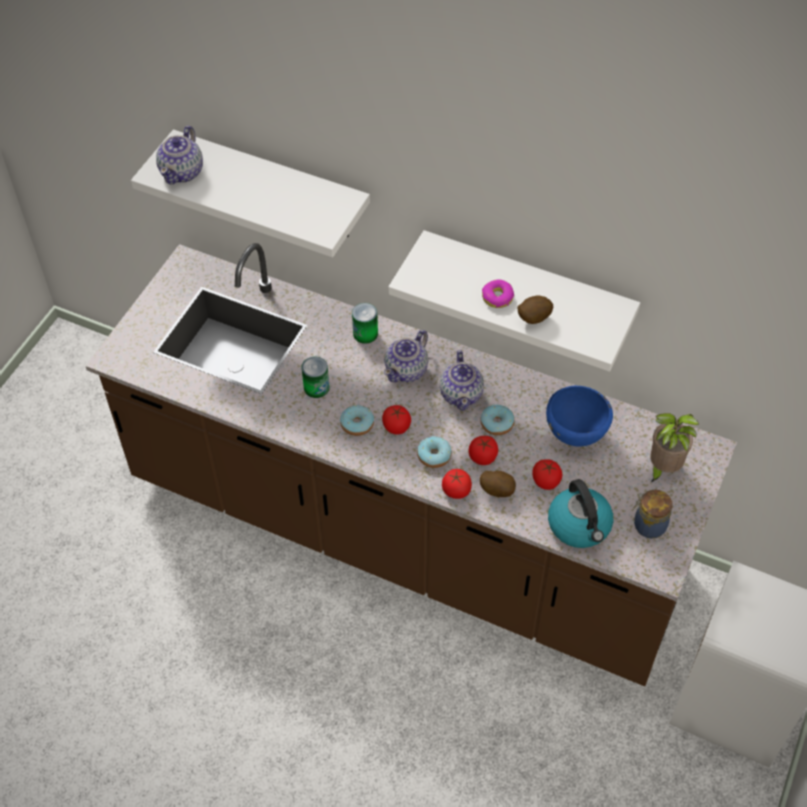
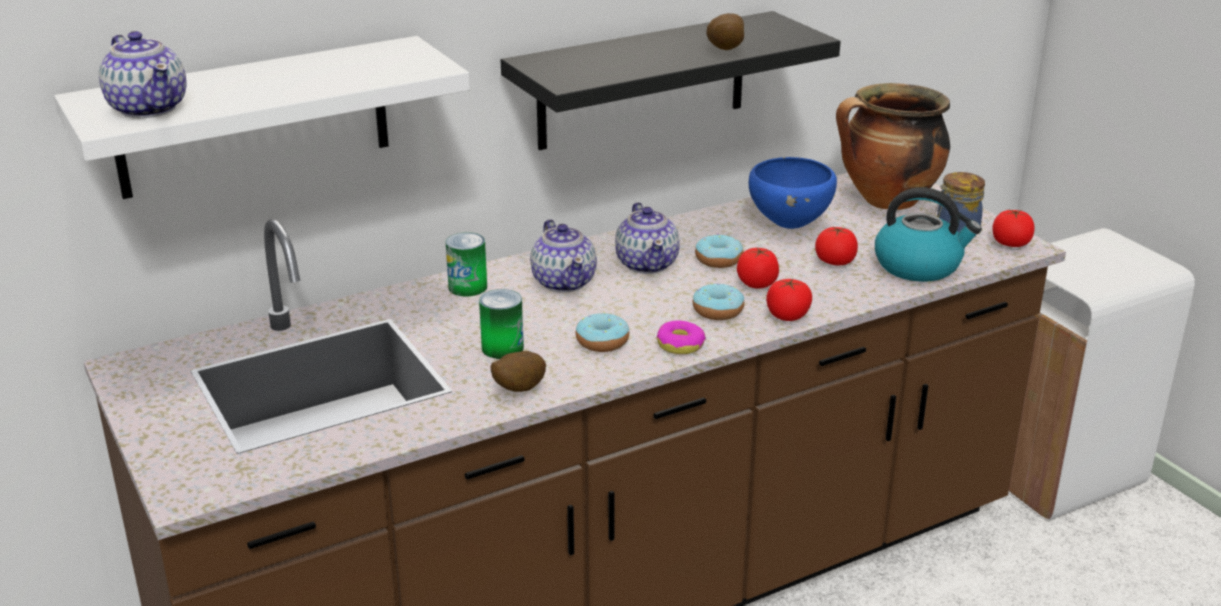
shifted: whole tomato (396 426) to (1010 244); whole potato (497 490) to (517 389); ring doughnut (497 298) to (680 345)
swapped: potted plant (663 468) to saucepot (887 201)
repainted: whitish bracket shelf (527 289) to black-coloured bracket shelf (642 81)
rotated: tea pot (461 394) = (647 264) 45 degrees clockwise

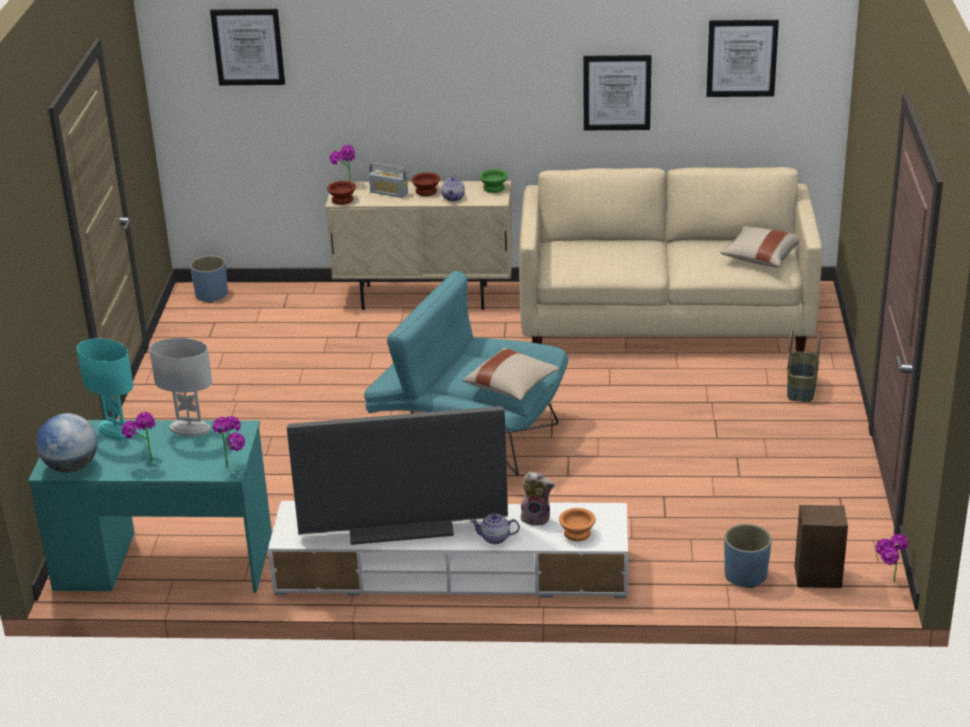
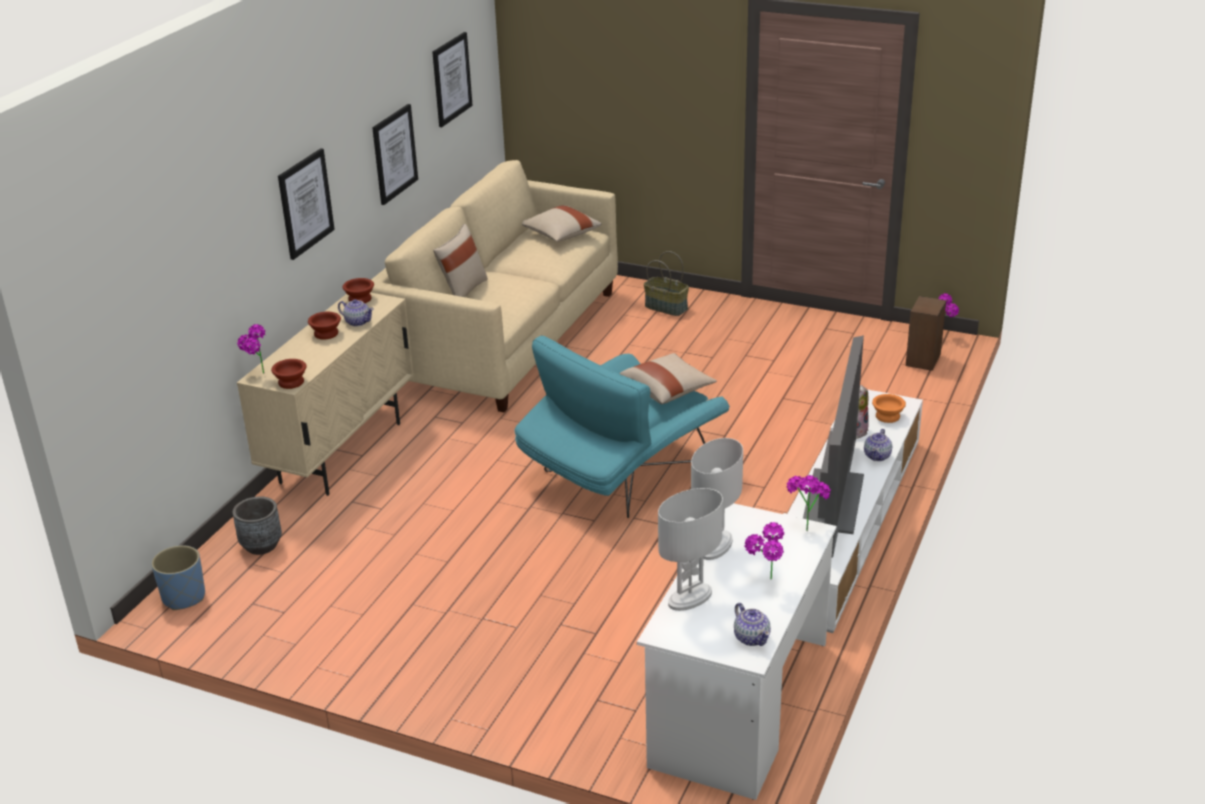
gone: radio (389 193); blue planter (745 575)
new: greyish planter (261 545); beige throw pillow (462 291)
shifted: wall art (248 46) to (305 203)
swapped: world globe (71 467) to tea pot (751 637)
repainted: turquoise desk unit (164 562) to whitish desk unit (739 704); turquoise tabletop lamp (116 431) to whitish tabletop lamp (690 598); green serving bowl (493 188) to brown-coloured serving bowl (360 299)

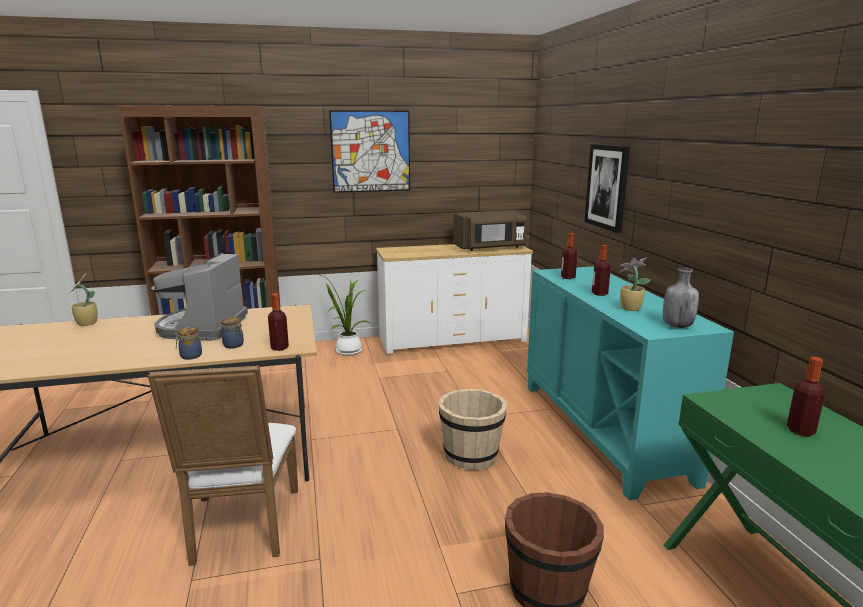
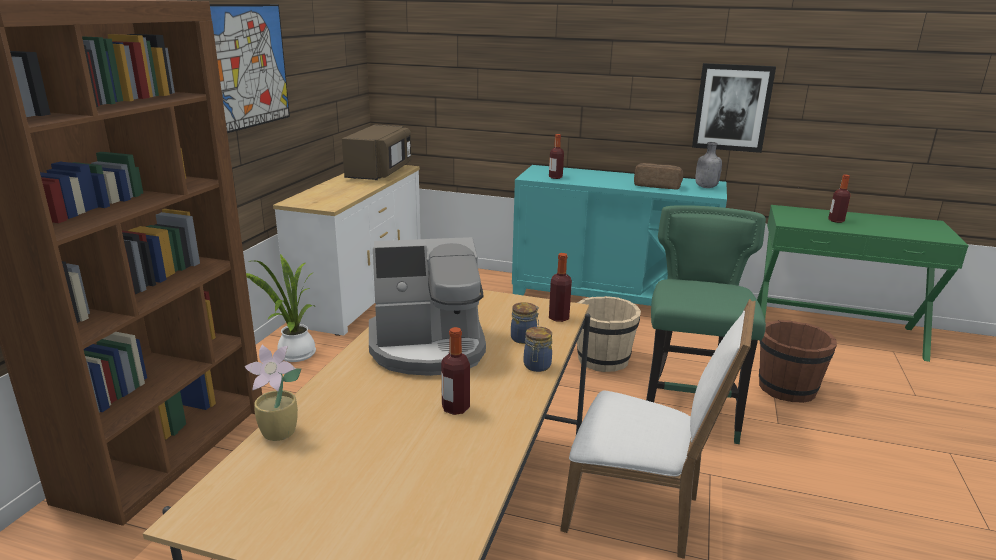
new: green sitting stool (688 412)
shifted: wall art (607 187) to (732 107); bottle (599 294) to (455 408)
swapped: potted plant (629 308) to bakery bread (657 185)
rotated: coffee maker (202 327) = (428 348) 45 degrees counterclockwise

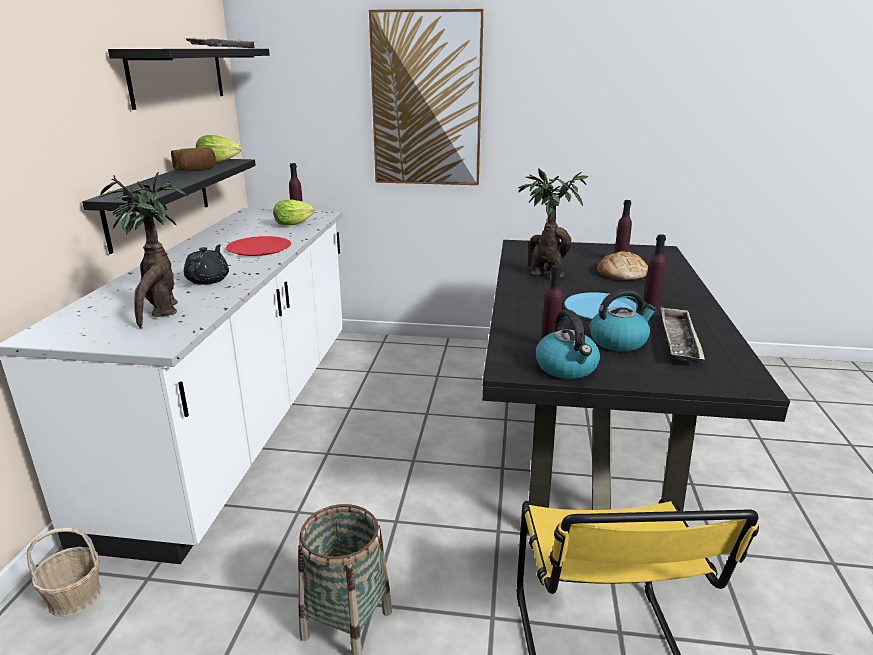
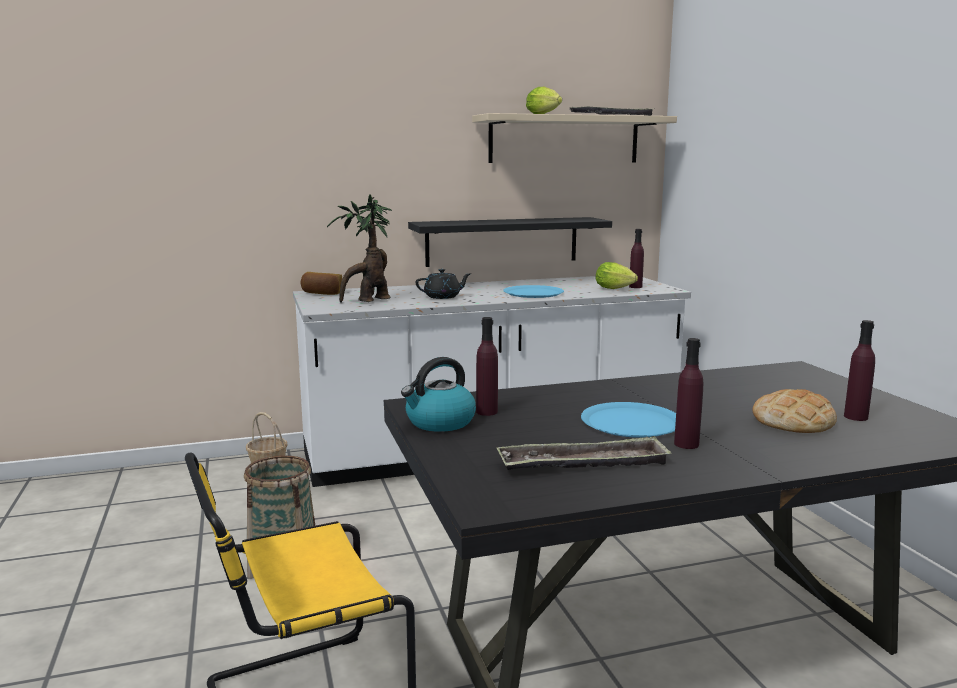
gone: wall art (426 100); potted plant (544 274); water kettle (618 341)
shifted: bakery bread (196 170) to (322 293); lettuce head (220 162) to (545 114)
repainted: black-coloured bracket shelf (178 75) to beige bracket shelf (564 139); red-coloured dinner plate (259 247) to blue dinner plate (533 293)

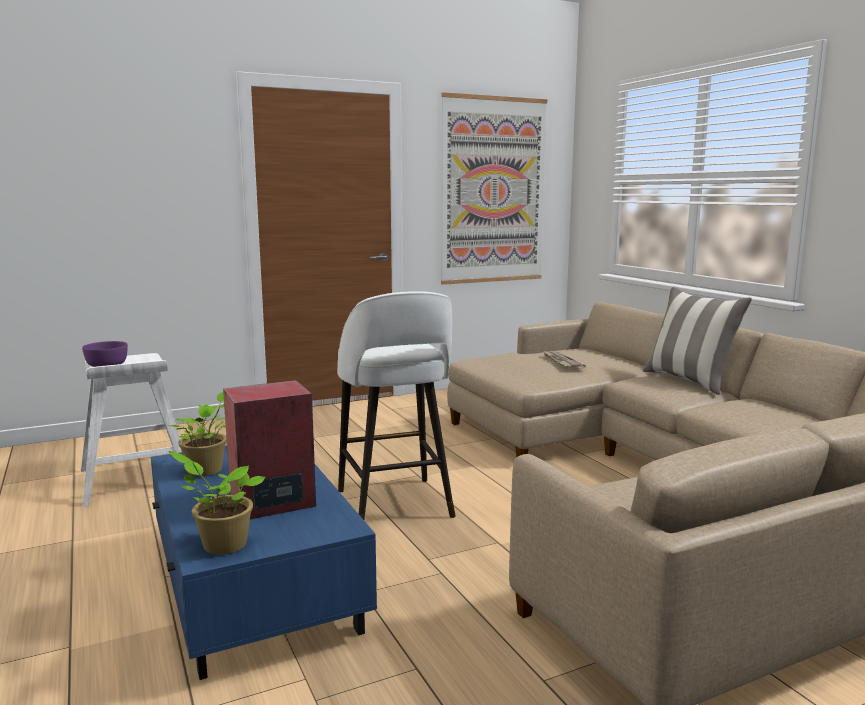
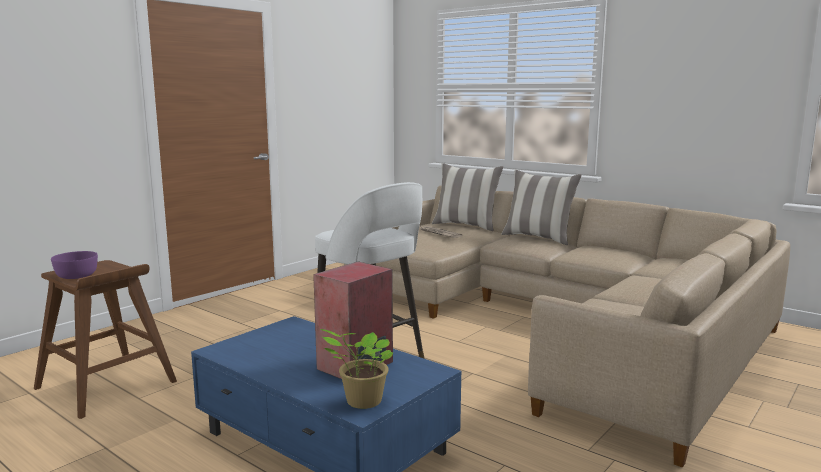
gone: potted plant (208 471); wall art (493 191)
new: throw pillow (466 226)
repainted: whitish sitting stool (136 479) to brown-coloured sitting stool (106 385)

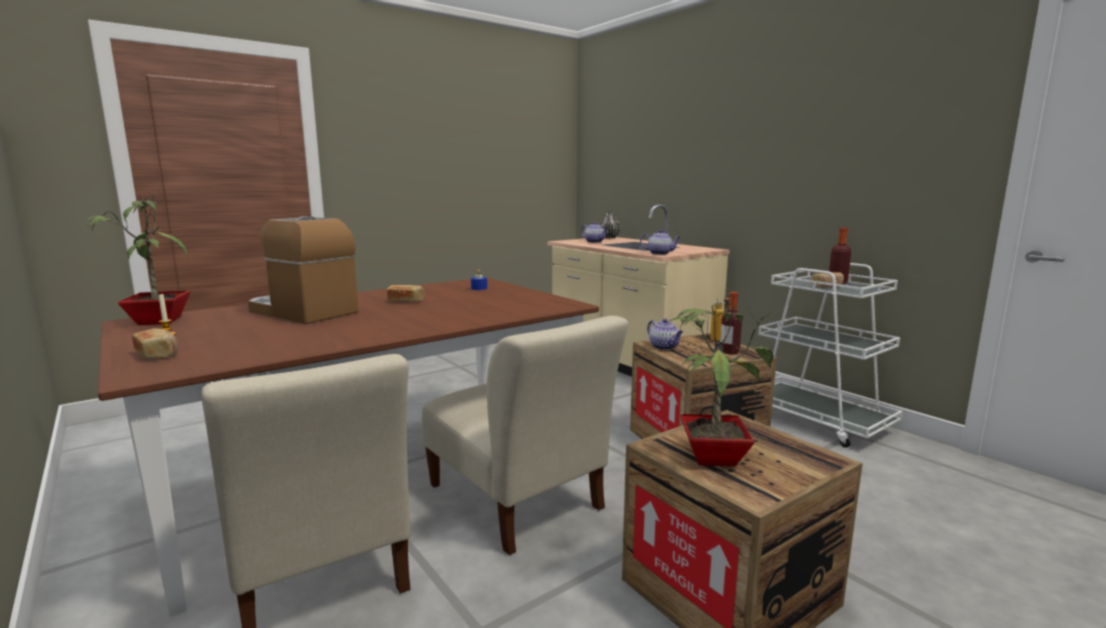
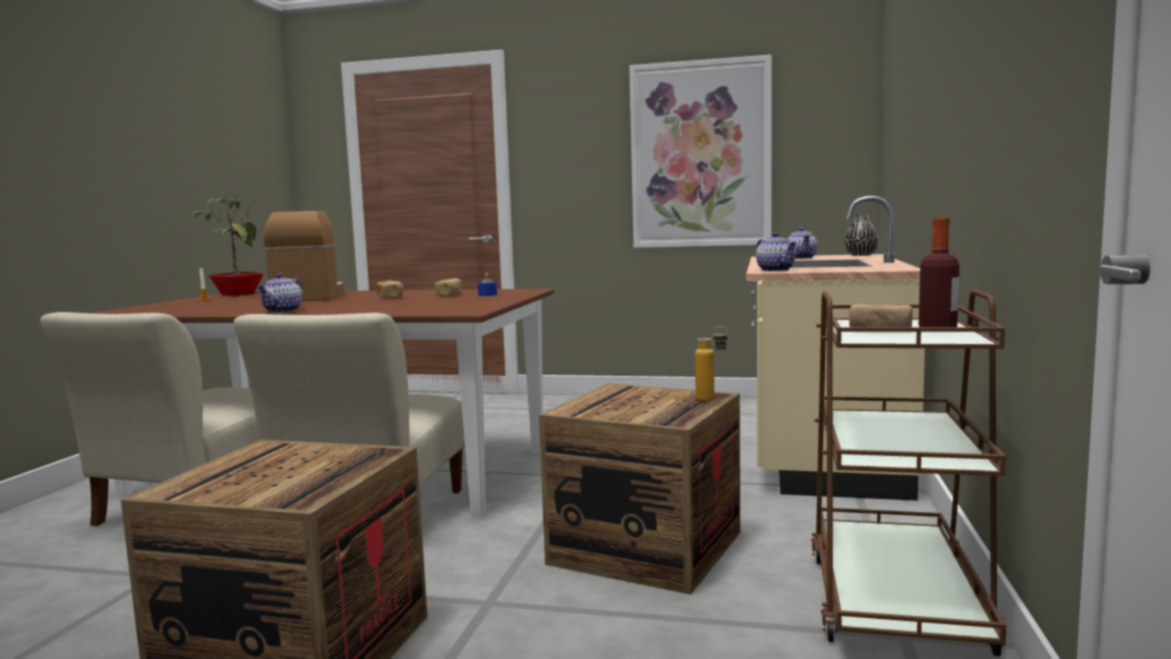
gone: potted plant (712 456); bottle (729 352)
new: wall art (700 155)
shifted: bakery bread (158 354) to (450 295); tea pot (664 347) to (282 311)
repainted: whitish wheeled cart (817 421) to brown-coloured wheeled cart (895 600)

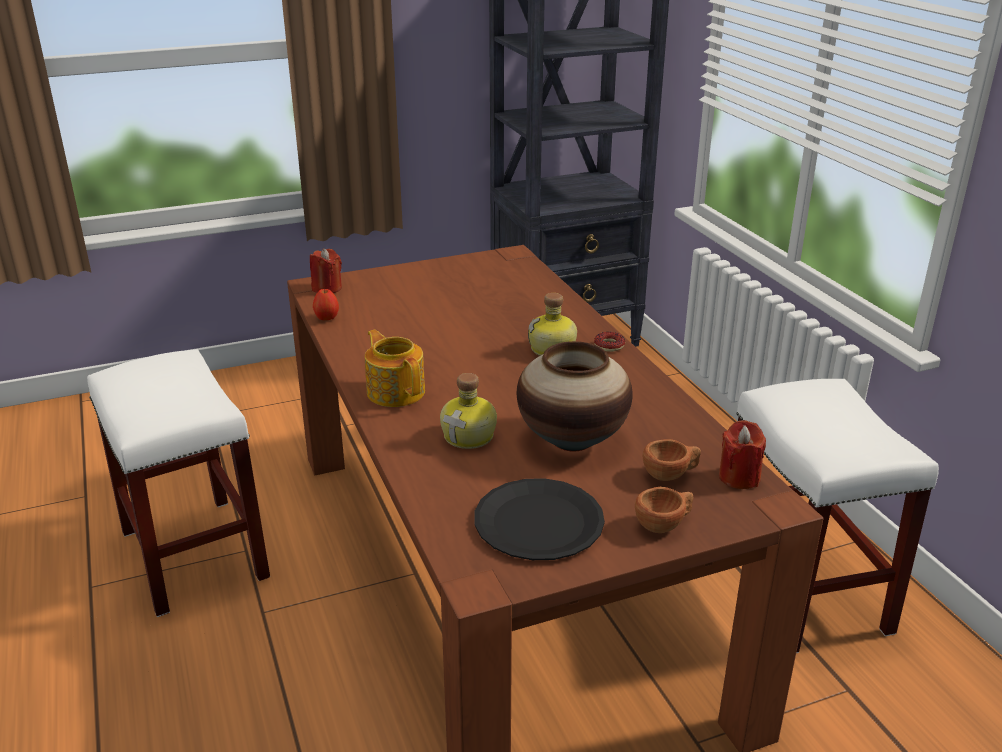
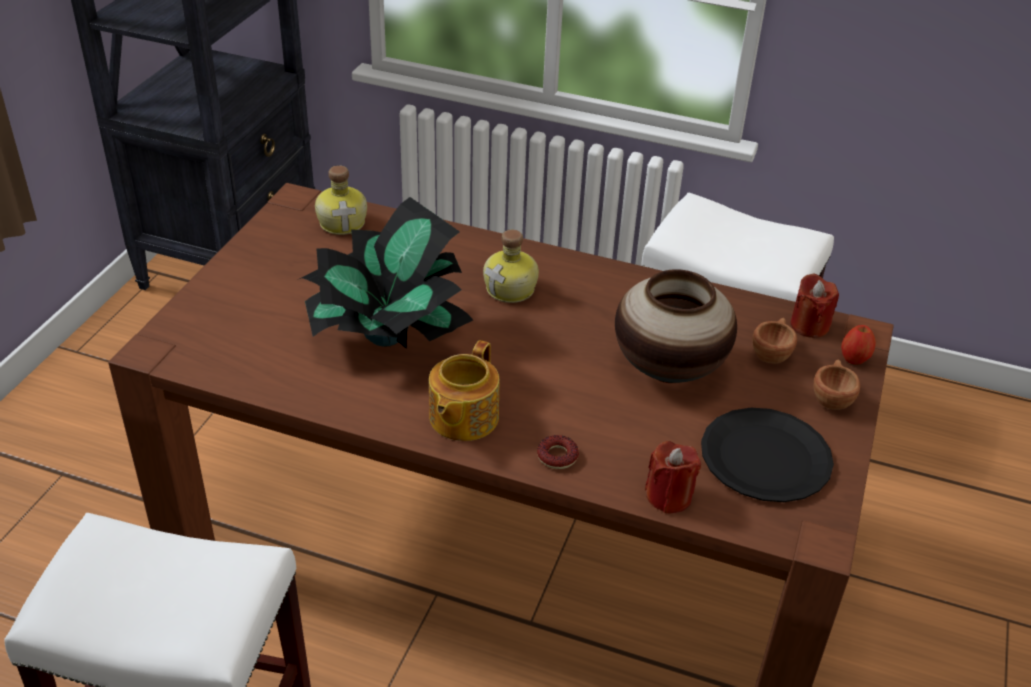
new: potted plant (386 337)
shifted: red-coloured candle (327 288) to (668 496); apple fruit (326 318) to (854 359); bottle (470 436) to (343 222); ring doughnut (609 346) to (557 456)
rotated: tea pot (396 391) = (462 418) 75 degrees counterclockwise

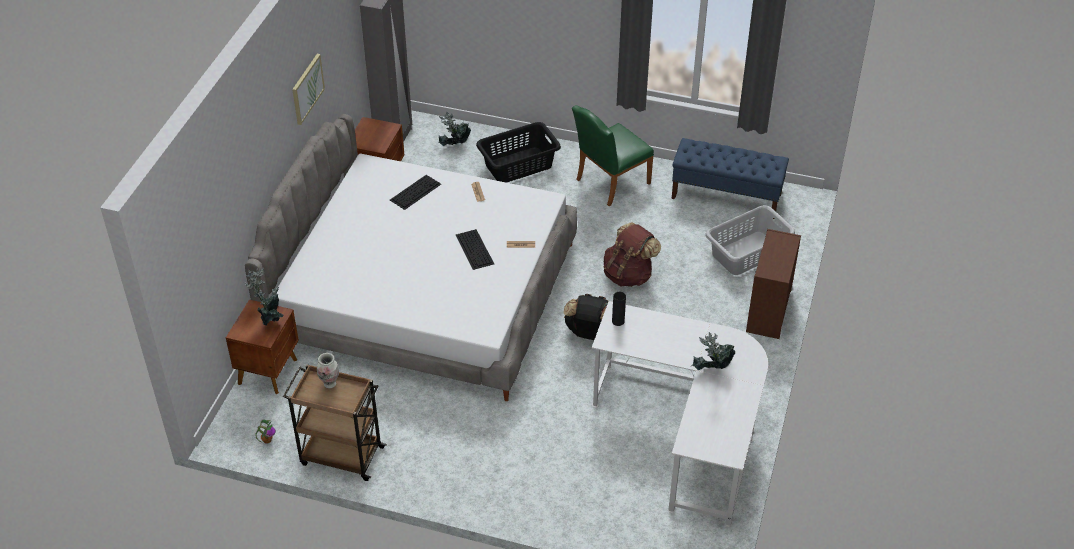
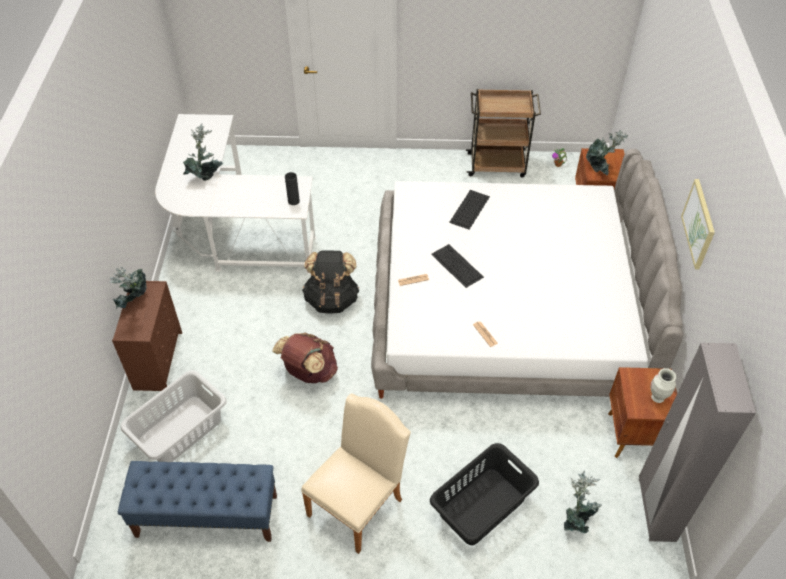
new: potted plant (135 302)
shifted: decorative vase (330 384) to (657 398); computer keyboard (415 191) to (469 209)
repainted: green plain chair (609 183) to beige plain chair (359 502)

